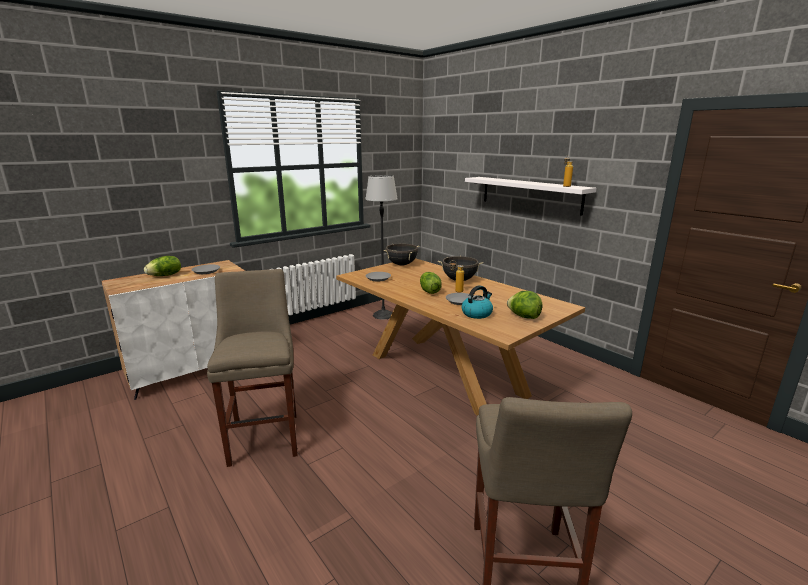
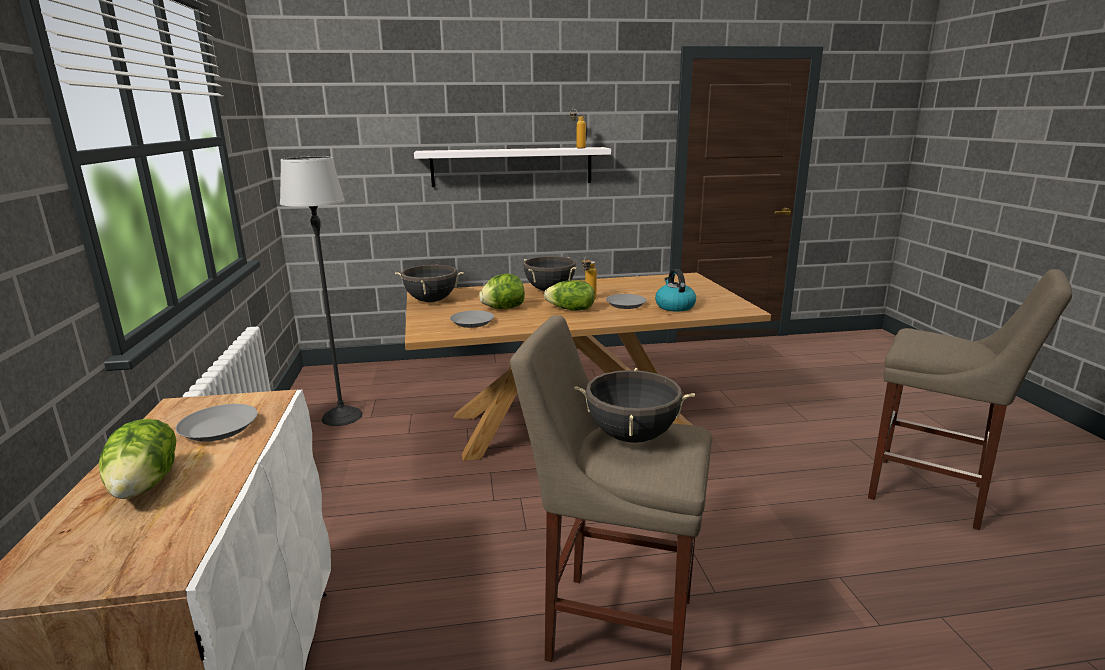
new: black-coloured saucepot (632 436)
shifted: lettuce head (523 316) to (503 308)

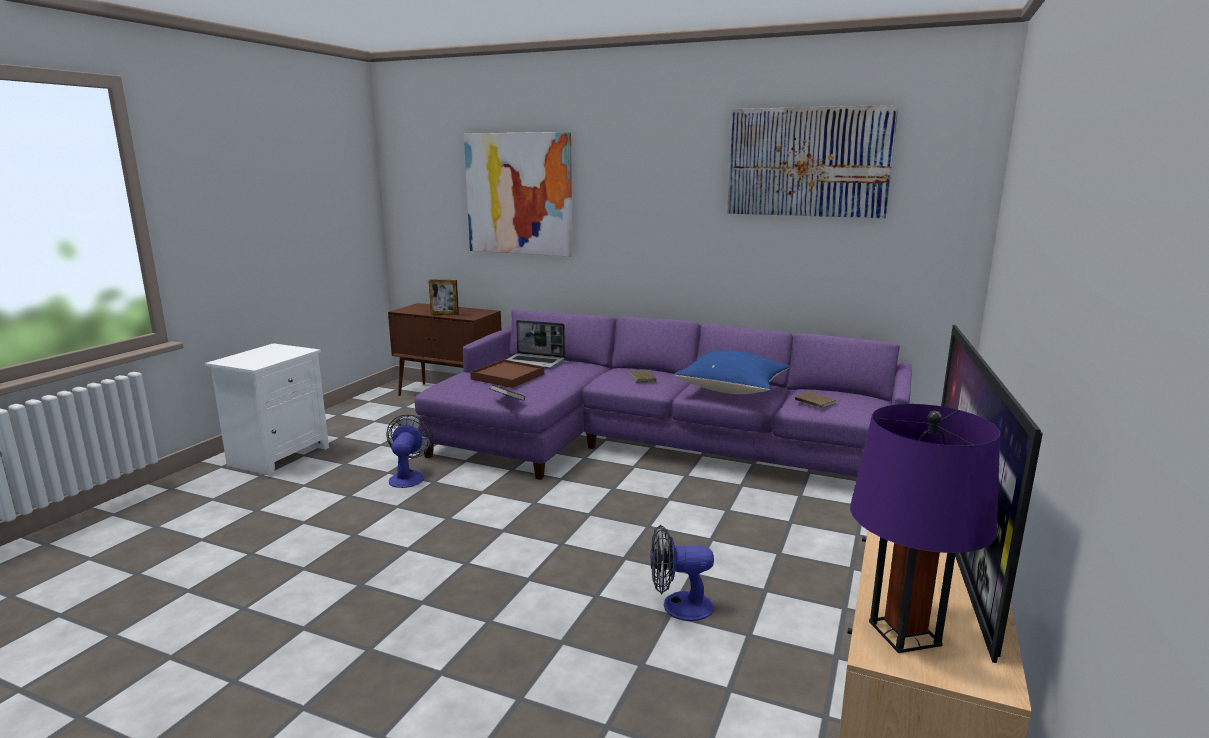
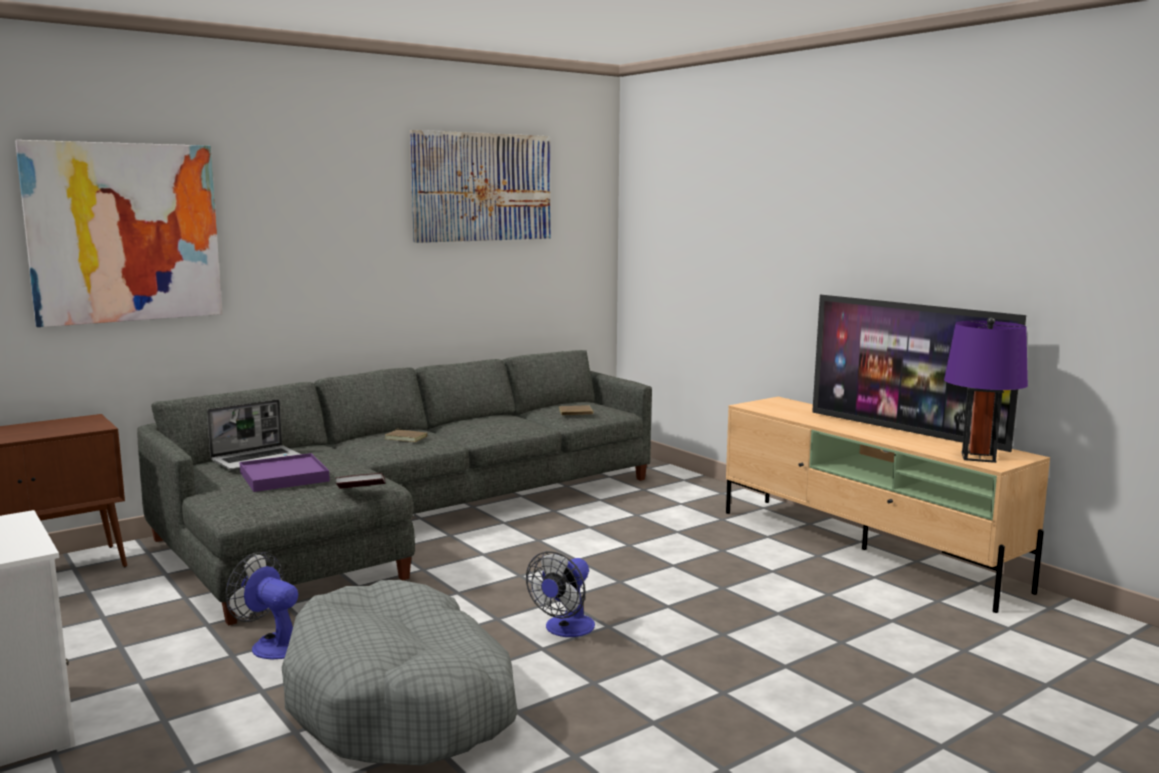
gone: photo frame (444 314); blue throw pillow (733 390)
new: greyish dog bed (402 702)
shifted: fan (678 606) to (565 630)
repainted: purplish sofa (643 443) to greyish sofa (406 519); brown-coloured tray (508 376) to purplish tray (284 477)

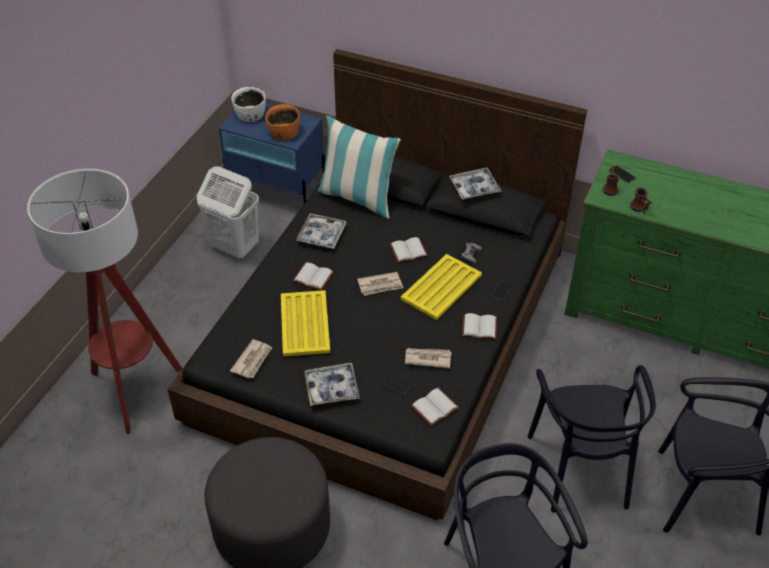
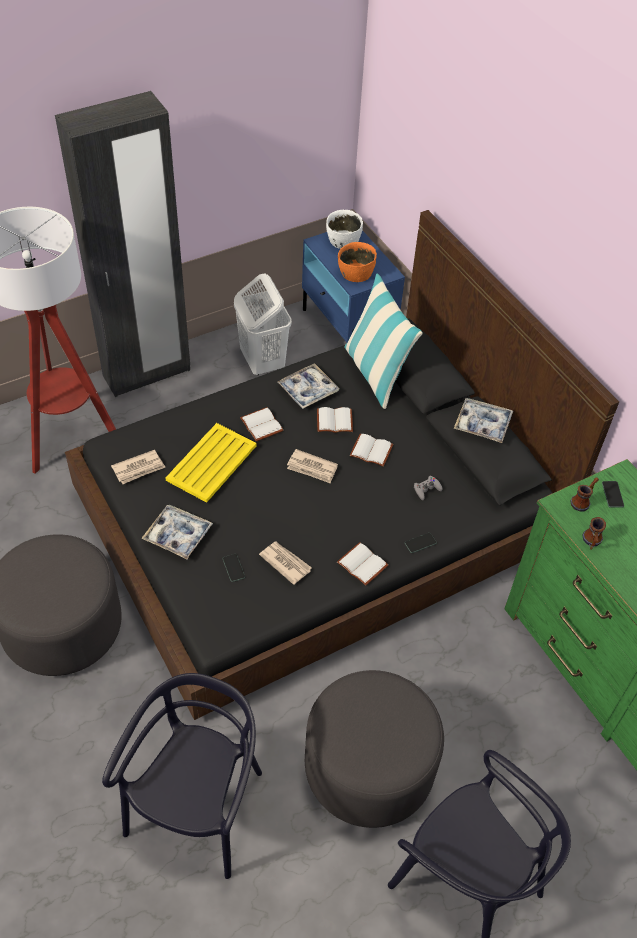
gone: yellowish tray (442 287)
new: black-coloured armoire (147 374)
shifted: whitish book (435 408) to (334 422)
swapped: black-coloured plain chair (580 469) to greyish pouffe (368 767)

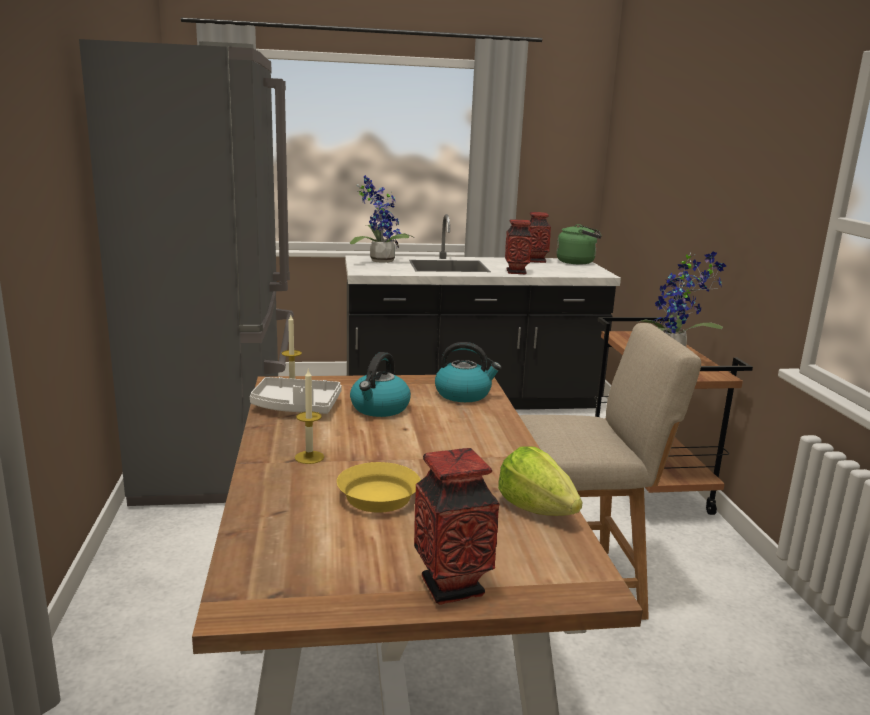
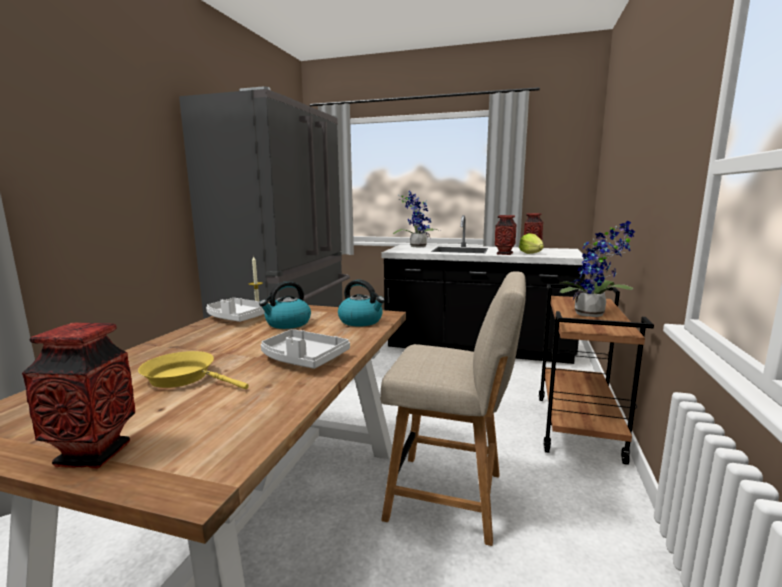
gone: candle (309 457); green water kettle (578 262)
new: greyish tray (303 359)
shifted: lettuce head (536 508) to (531 253)

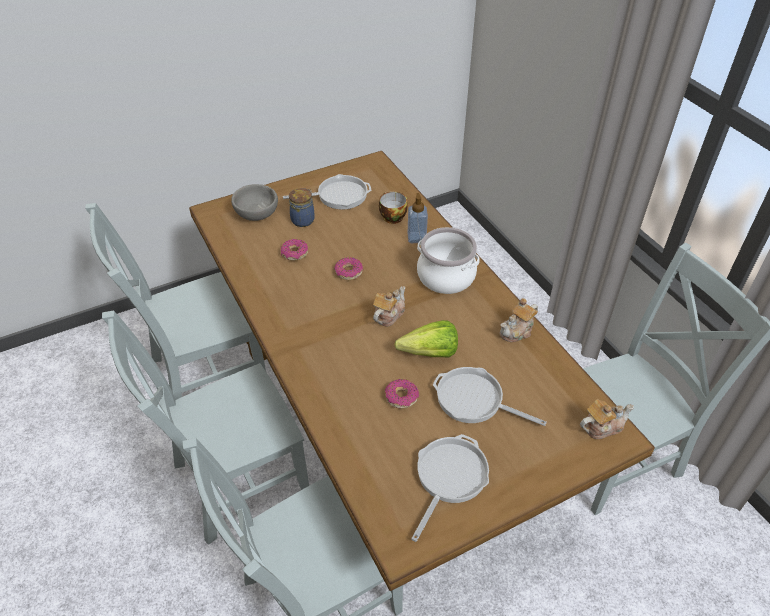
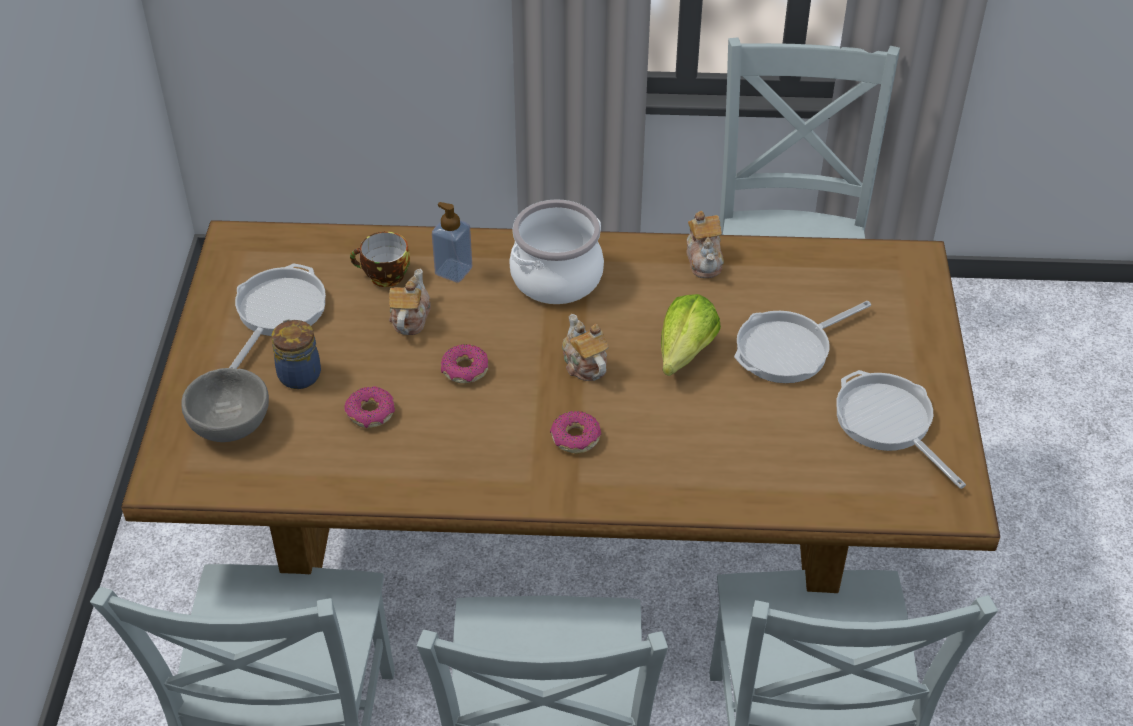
shifted: ring doughnut (401 397) to (575 438); tea pot (601 426) to (410 318)

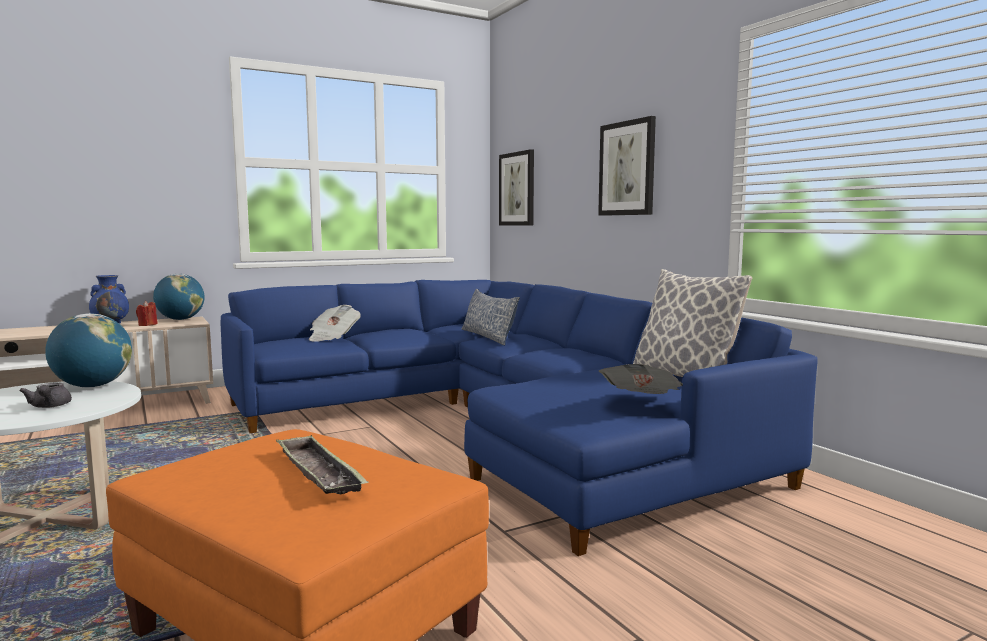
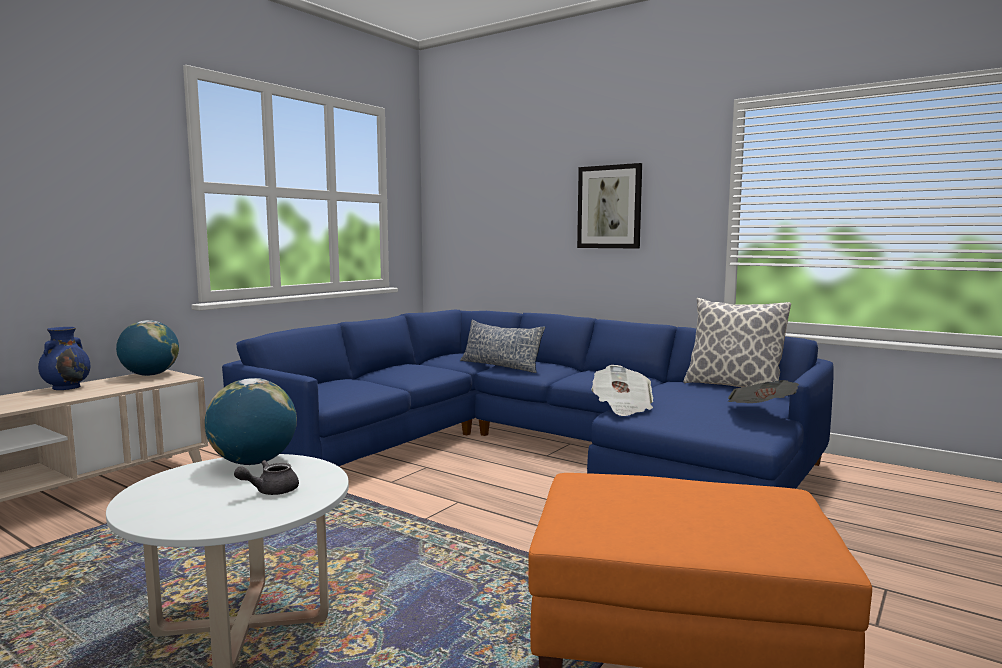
gone: red-coloured candle (147 325); tray (318 473); wall art (517 189)
shifted: daily paper (333 337) to (622 407)
rotated: greyish tea pot (49 406) = (270 491) 105 degrees clockwise

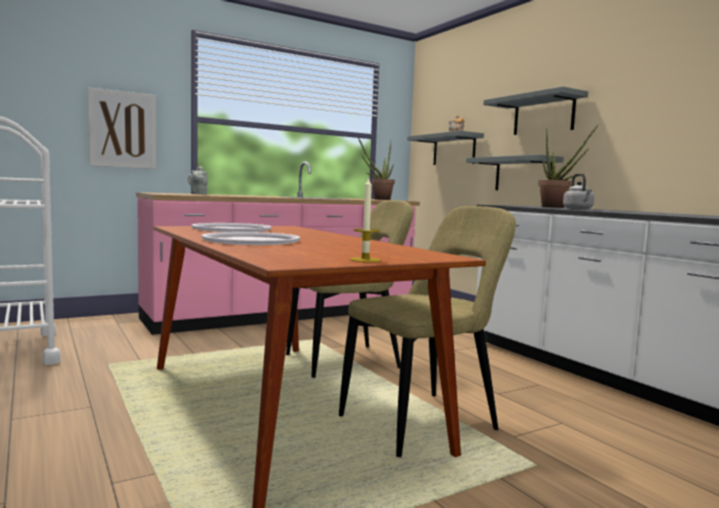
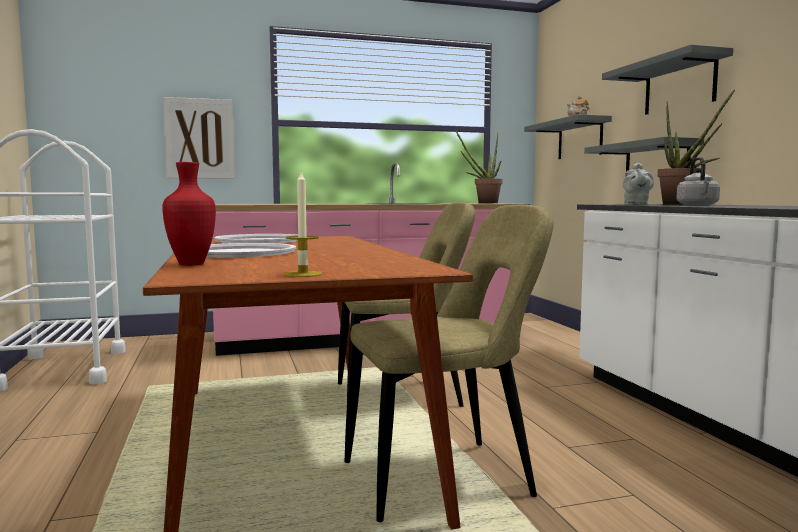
new: red-coloured decorative vase (193 264)
shifted: greyish tea pot (198 194) to (636 204)

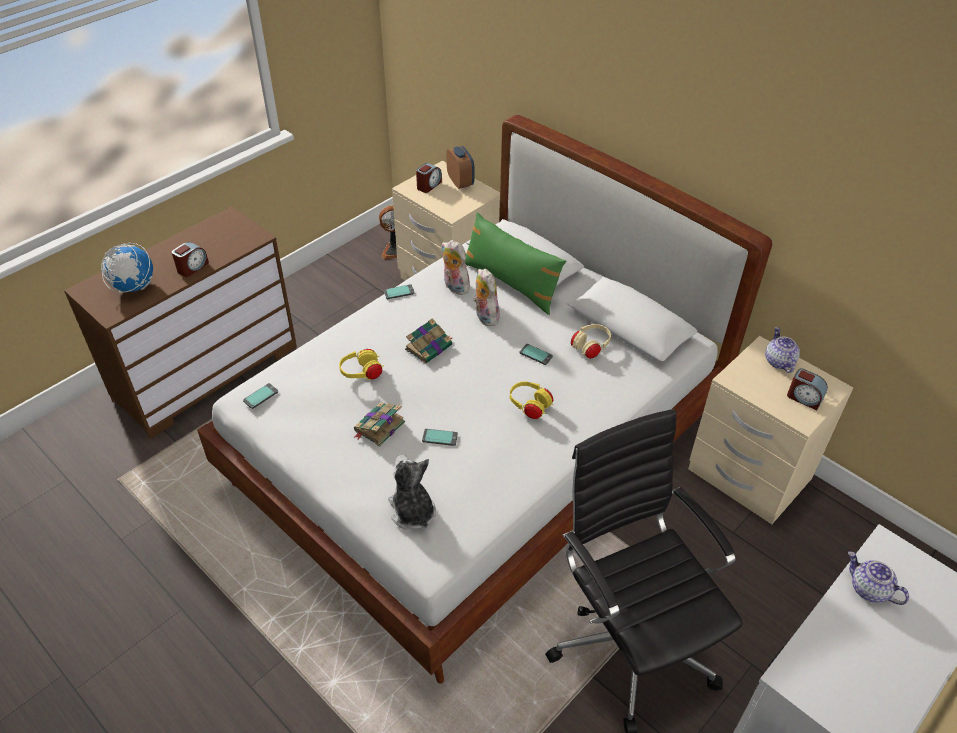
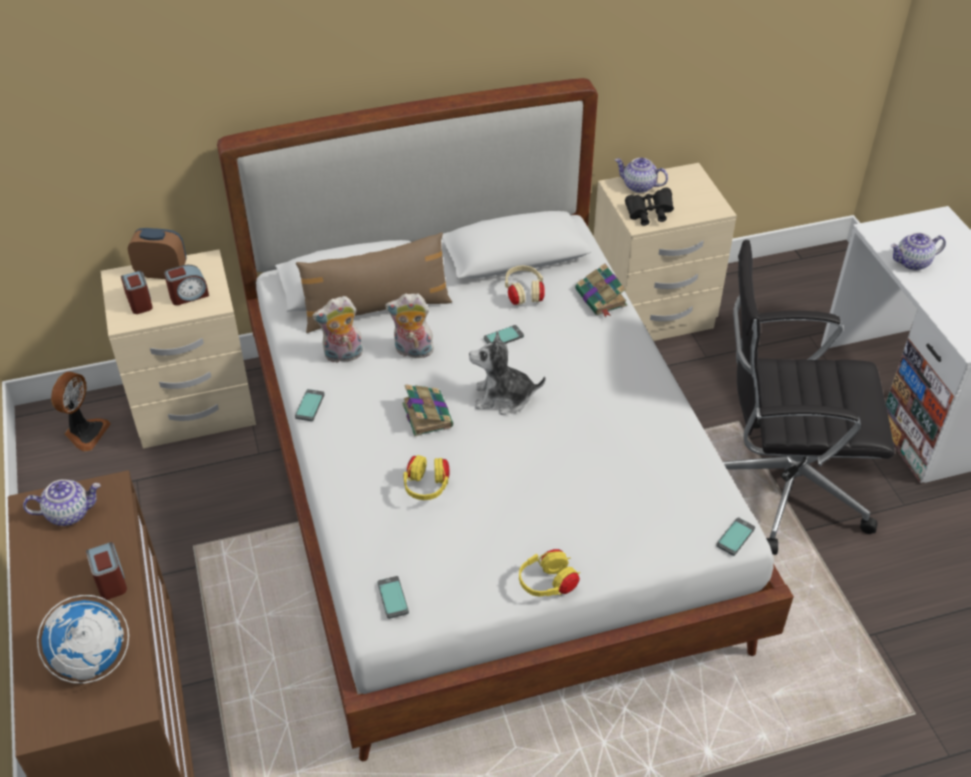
new: tea pot (69 513); black-coloured binoculars (649 214)
shifted: book (379 427) to (601 298); soft toy (412 511) to (503 398); handset (440 437) to (735 537); yellowish headset (530 406) to (548 584); bedside clock (804 398) to (189 295)
repainted: green throw pillow (511 283) to brown-coloured throw pillow (377 309)

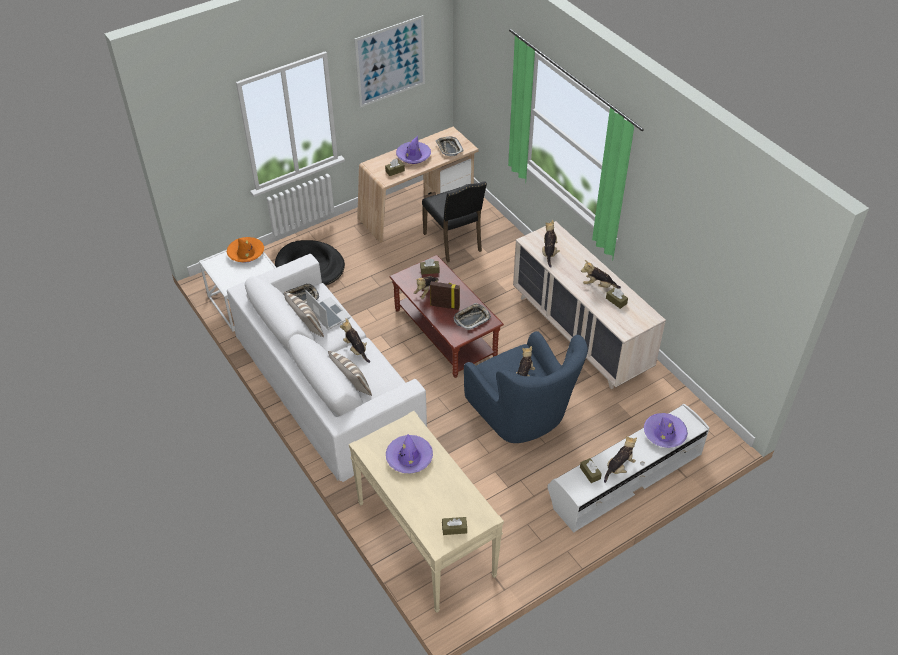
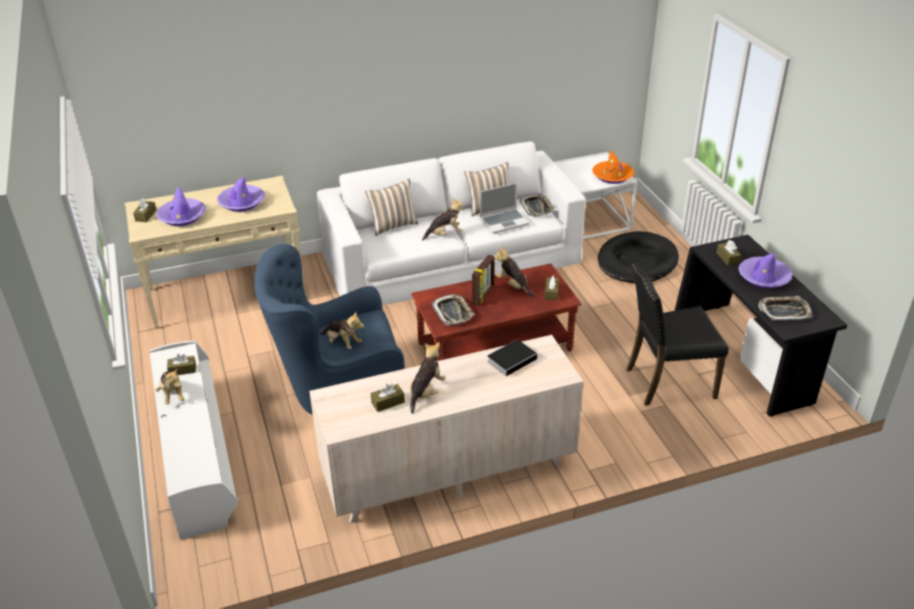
gone: wall art (390 61)
shifted: purplish hat (664 433) to (182 217)
swapped: soft toy (549 253) to book (512 359)
repainted: beige desk unit (417 210) to black-coloured desk unit (743 358)

